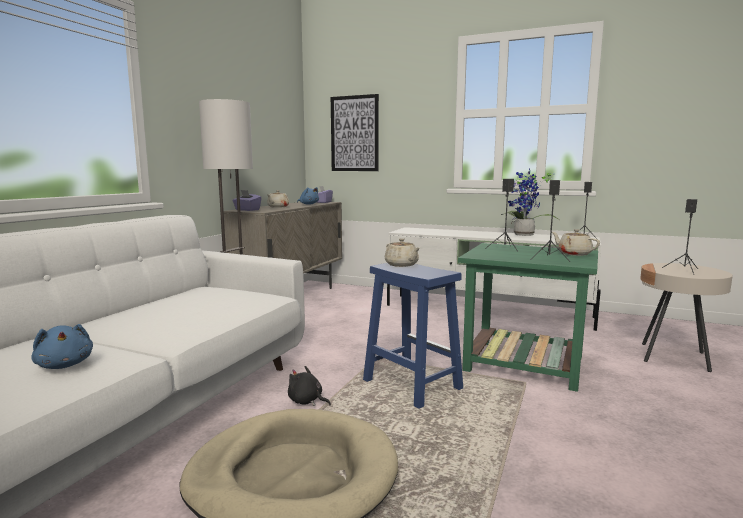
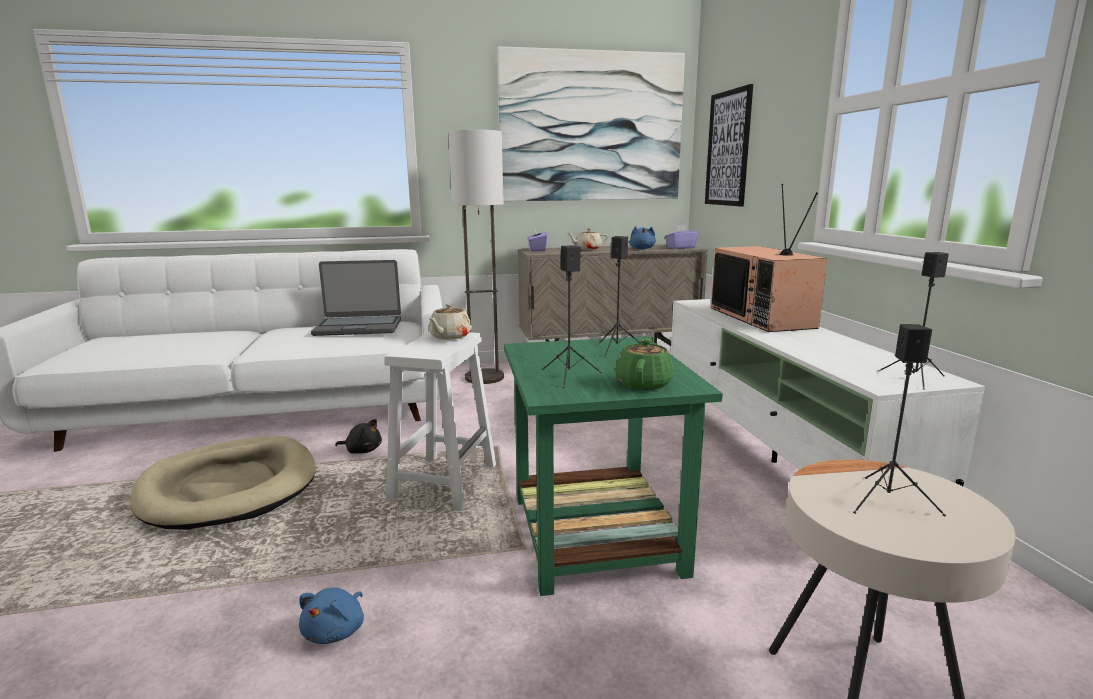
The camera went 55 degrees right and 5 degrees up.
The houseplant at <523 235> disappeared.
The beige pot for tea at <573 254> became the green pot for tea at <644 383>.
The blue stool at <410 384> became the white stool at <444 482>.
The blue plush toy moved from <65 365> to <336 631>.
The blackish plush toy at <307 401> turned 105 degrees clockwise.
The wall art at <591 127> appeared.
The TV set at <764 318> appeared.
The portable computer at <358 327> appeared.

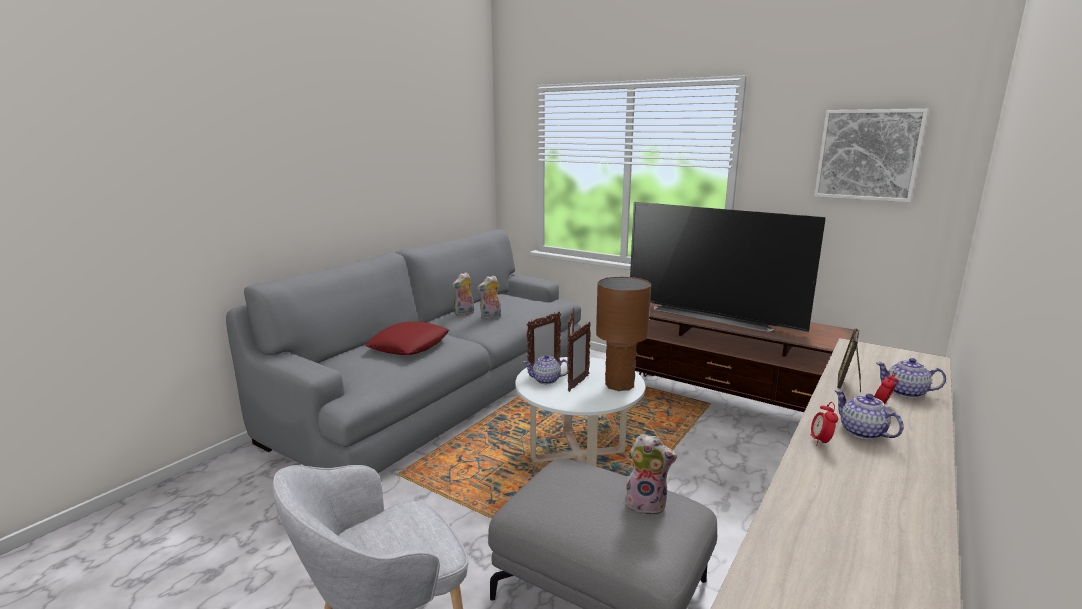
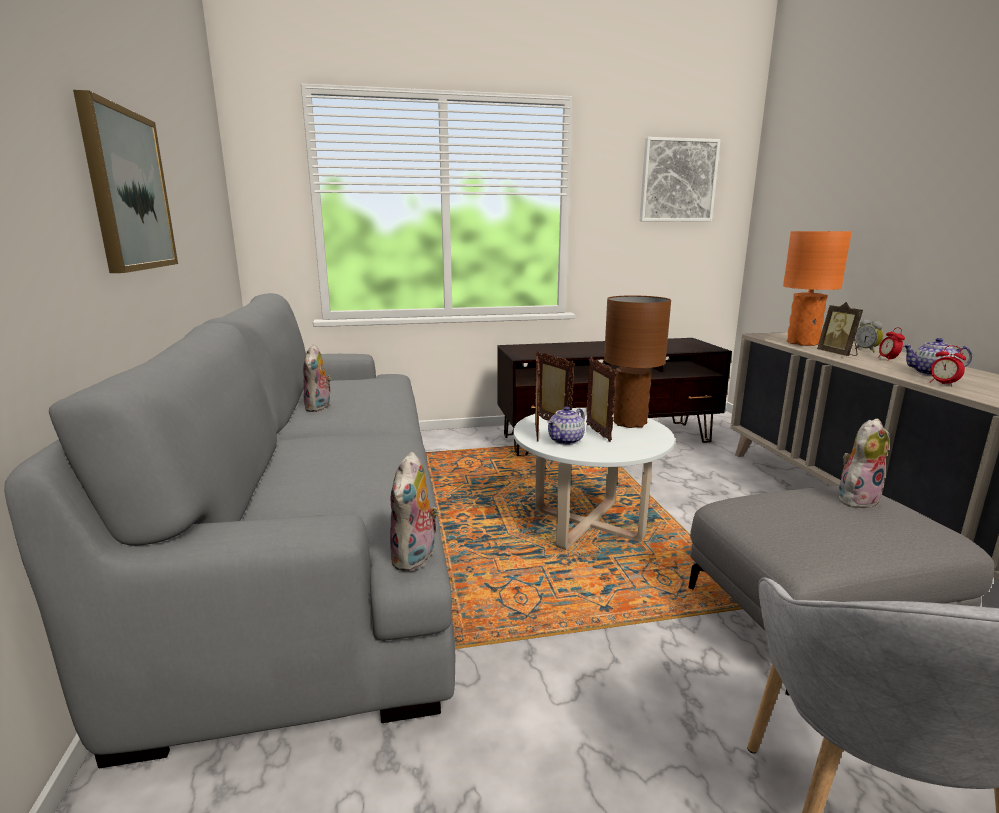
The camera went 45 degrees left and 0 degrees up.
The TV set at <713 316> disappeared.
The plush toy moved from <491 317> to <415 558>.
The reddish throw pillow at <409 345> disappeared.
The pot for tea at <906 392> was replaced by the alarm clock at <867 350>.
The wall art at <127 191> appeared.
The orangey tabletop lamp at <803 343> appeared.

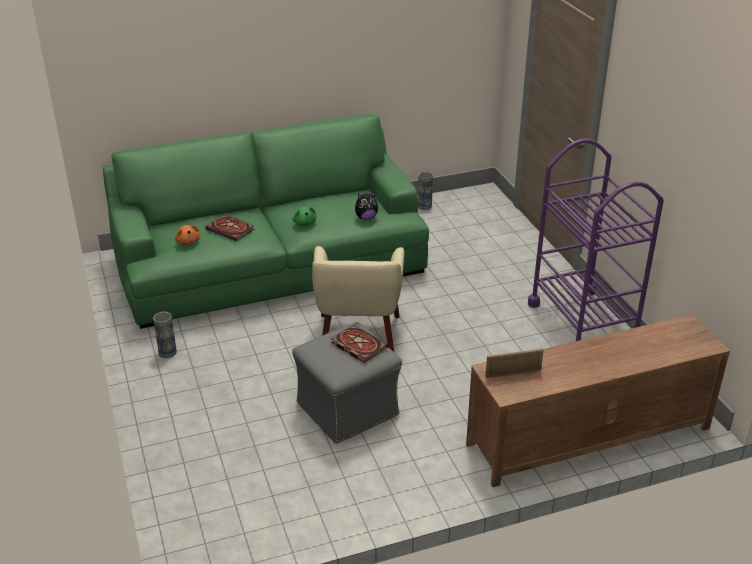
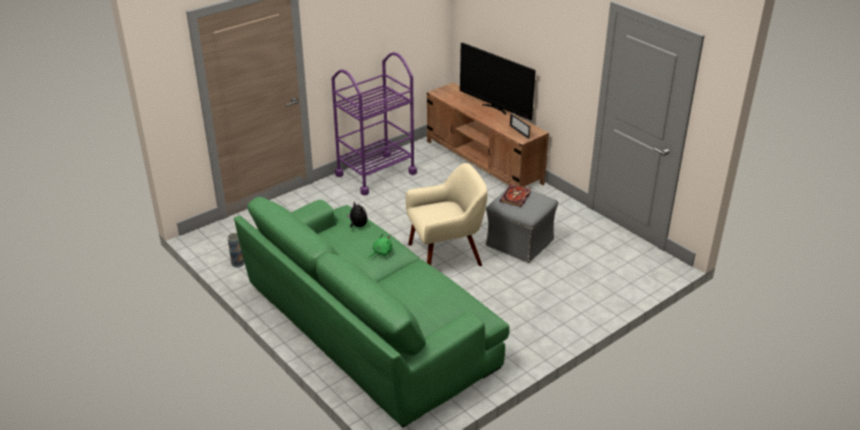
The camera went 110 degrees left and 0 degrees up.
The book at <231 229> disappeared.
The orangey plush toy at <188 242> disappeared.
The flower vase at <167 352> disappeared.
The TV set at <495 108> appeared.

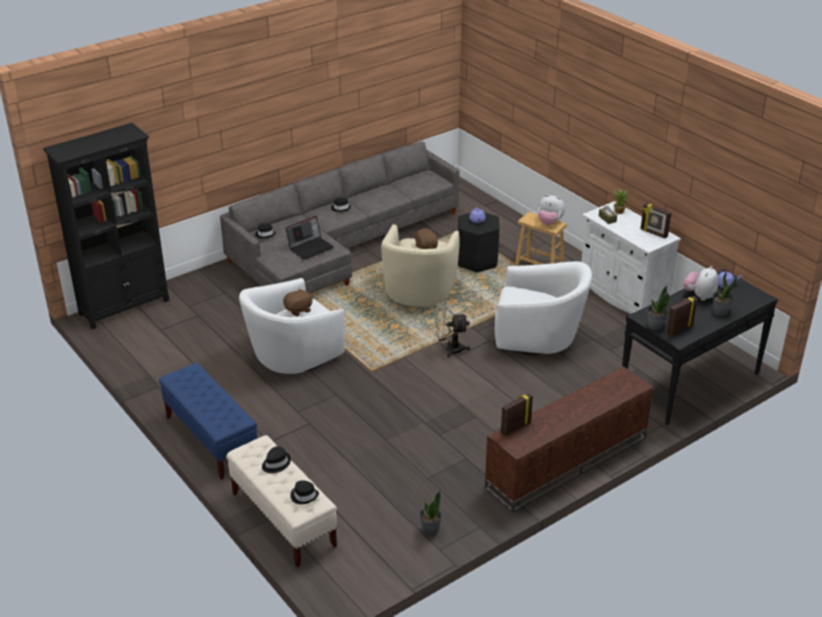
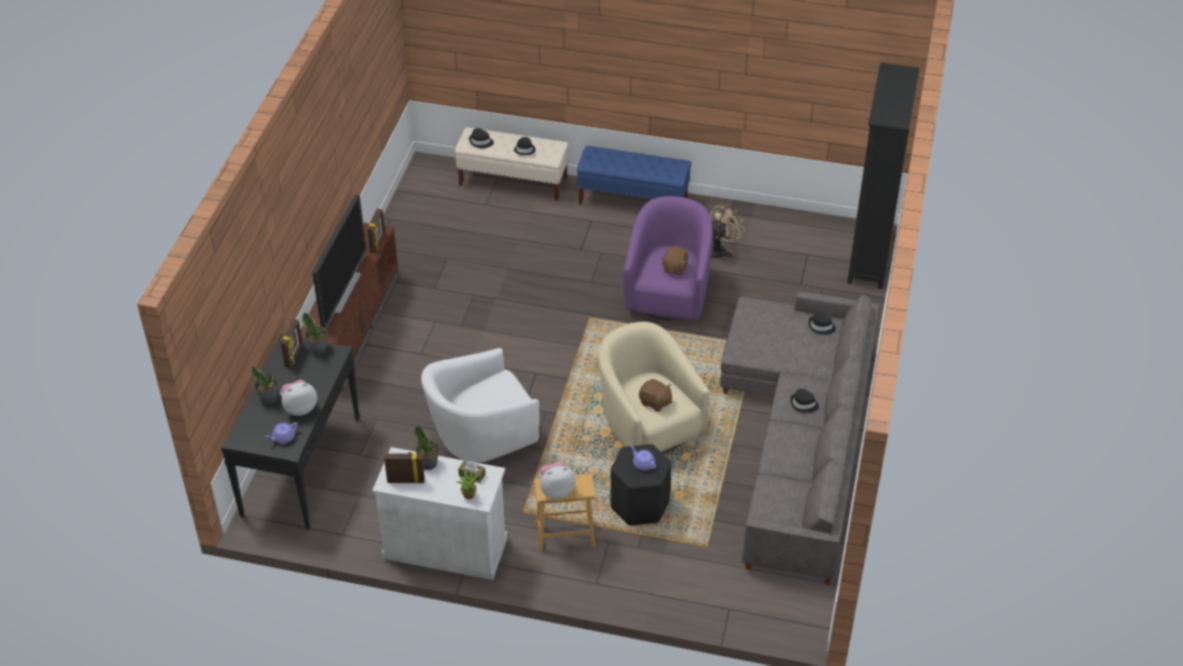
The camera went 140 degrees right and 10 degrees up.
The portable computer at <310 247> disappeared.
The plush toy at <699 296> turned 105 degrees counterclockwise.
The white lounge chair at <293 356> became the purplish lounge chair at <668 293>.
The beige electric fan moved from <449 349> to <720 250>.
The houseplant moved from <430 529> to <429 463>.
The TV set at <341 292> appeared.

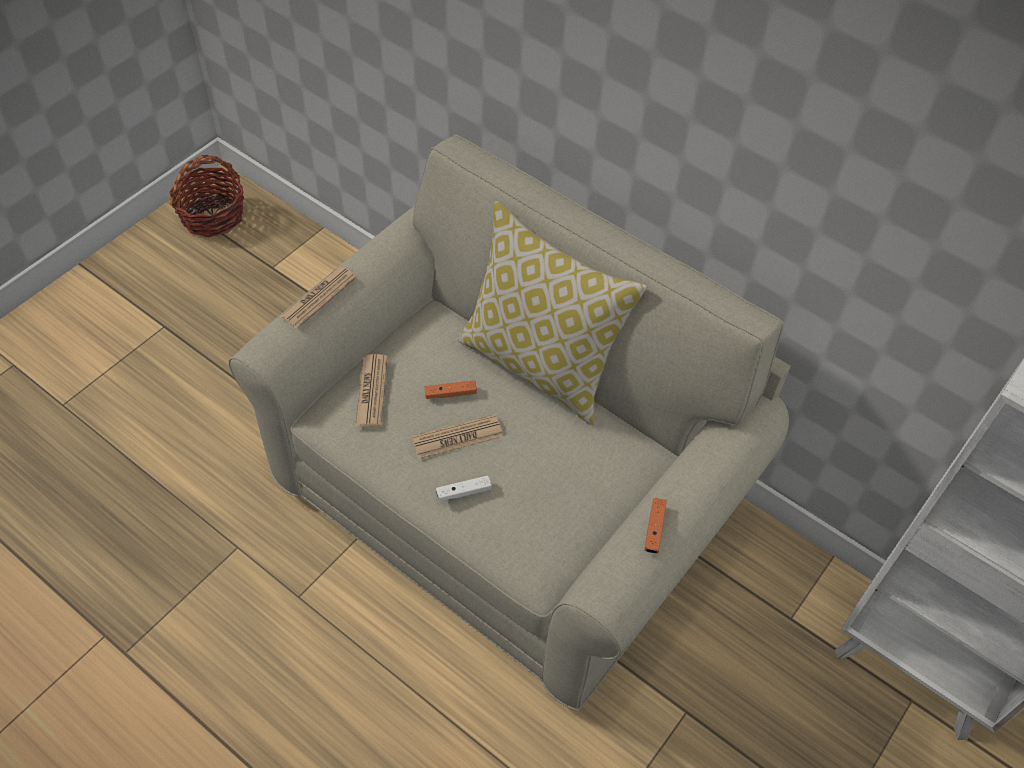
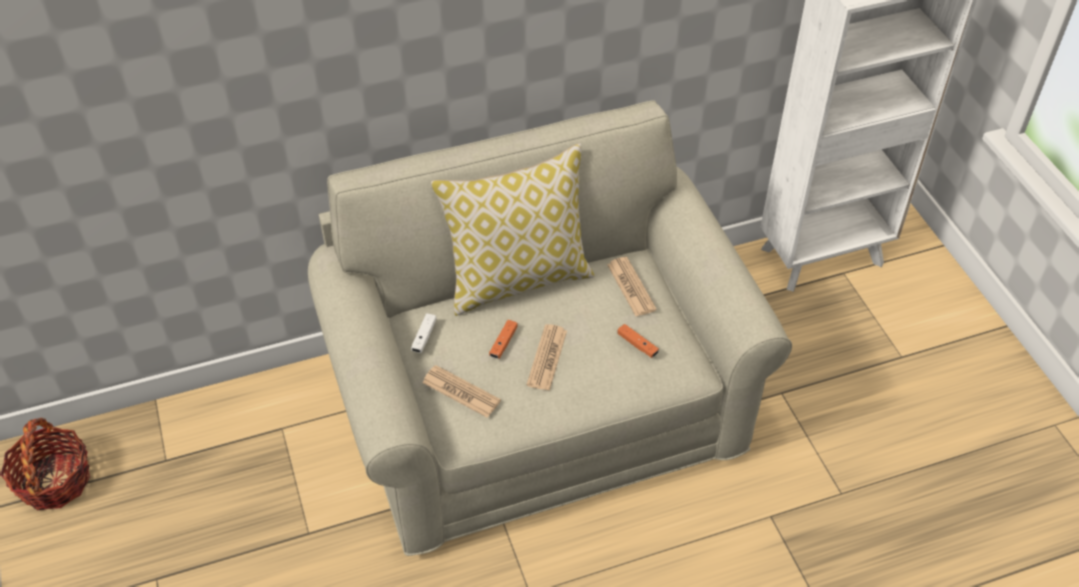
The camera went 55 degrees left and 5 degrees down.
The printed paper moved from <318 298> to <631 287>.
The white joypad moved from <463 492> to <424 337>.
The orangey joypad moved from <654 529> to <637 345>.

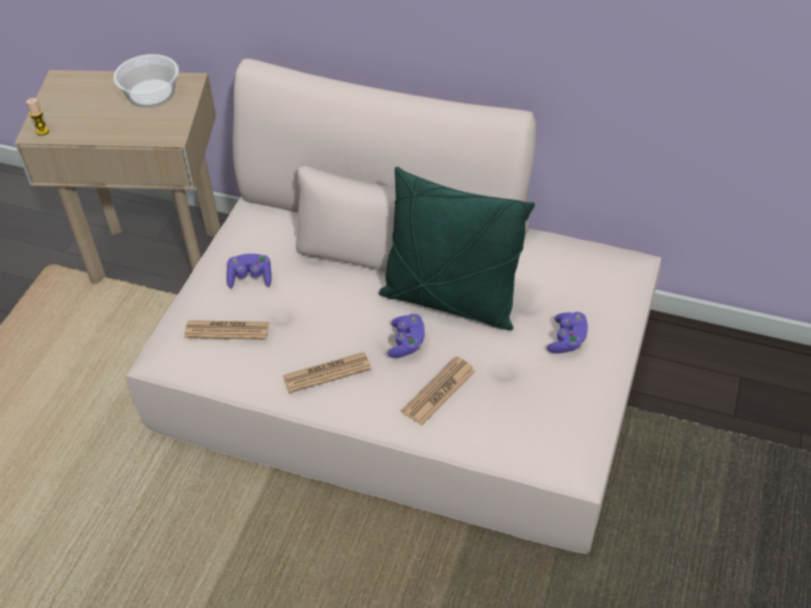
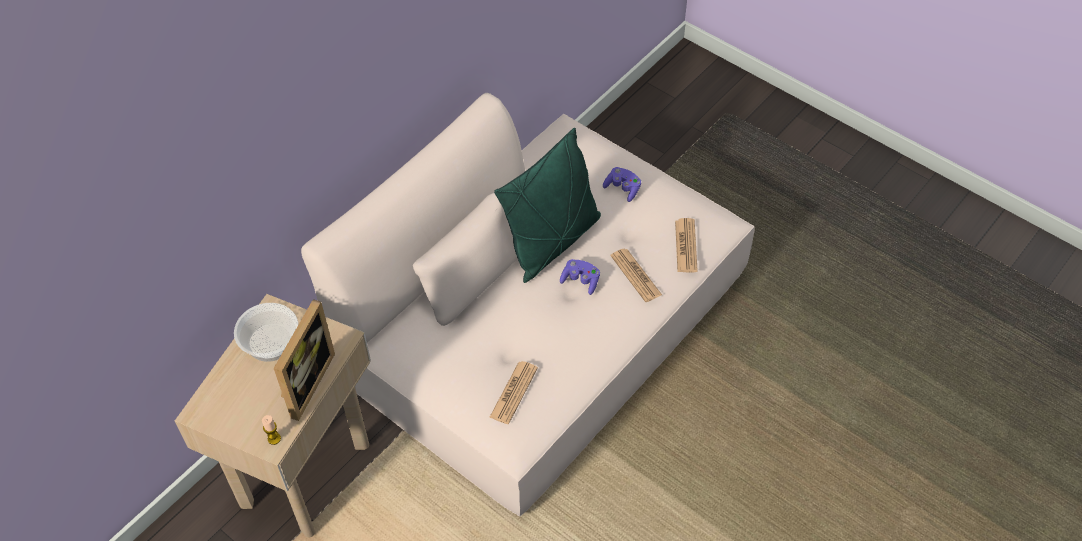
The camera went 70 degrees left and 5 degrees up.
The purplish joypad at <250 278> disappeared.
The printed paper moved from <327 373> to <686 246>.
The photo frame at <304 382> appeared.

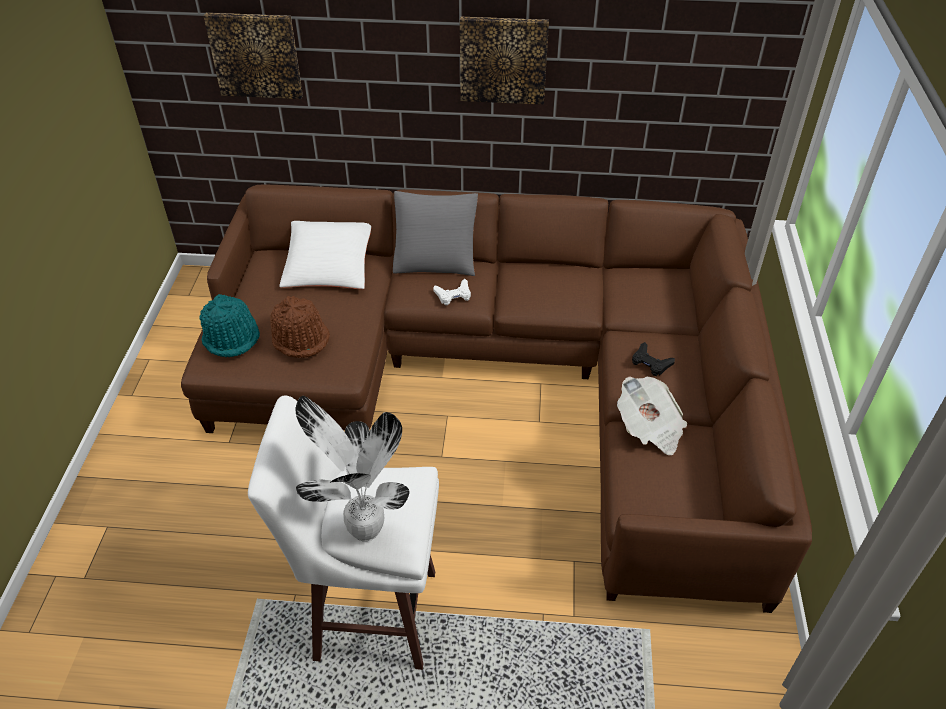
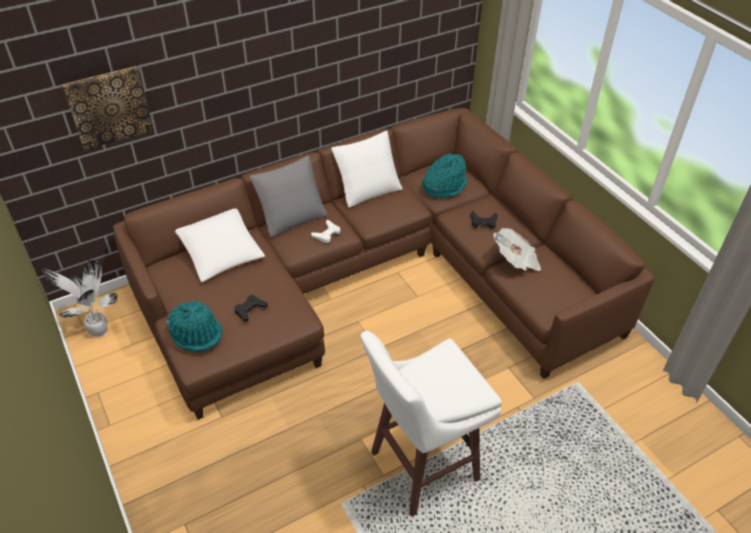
The camera went 35 degrees left and 0 degrees up.
The wall art at <503 59> disappeared.
The brownish clothing hat at <300 337> was replaced by the blackish joypad at <250 310>.
The houseplant moved from <363 528> to <97 331>.
The white throw pillow at <367 188> appeared.
The blue-green clothing hat at <444 186> appeared.

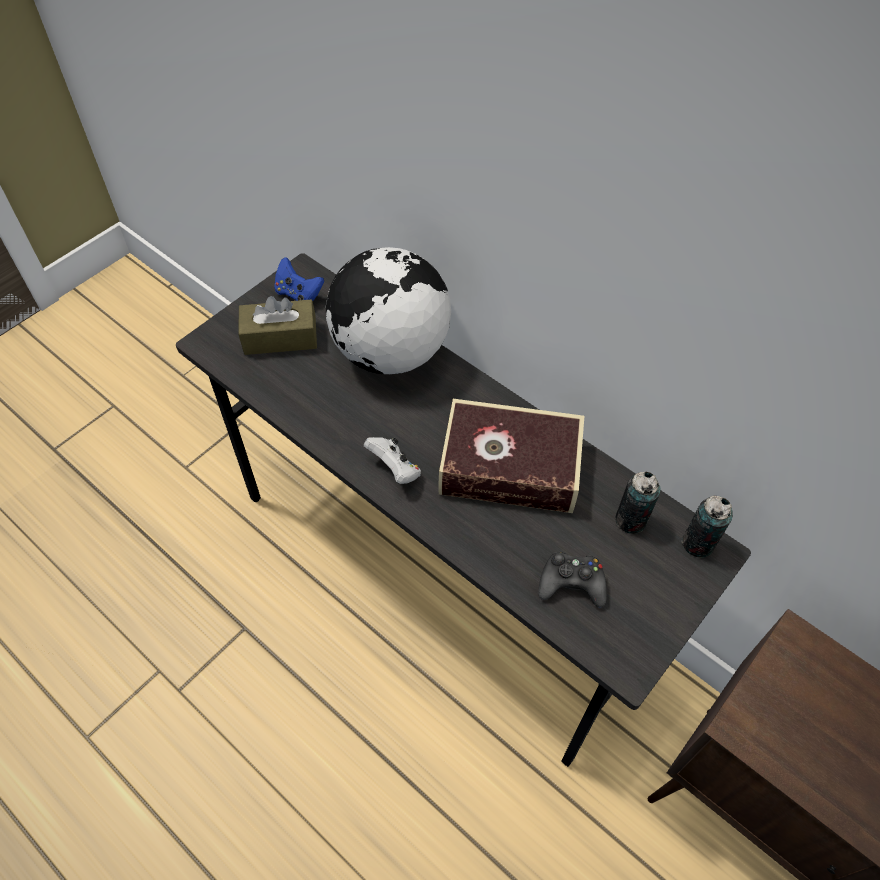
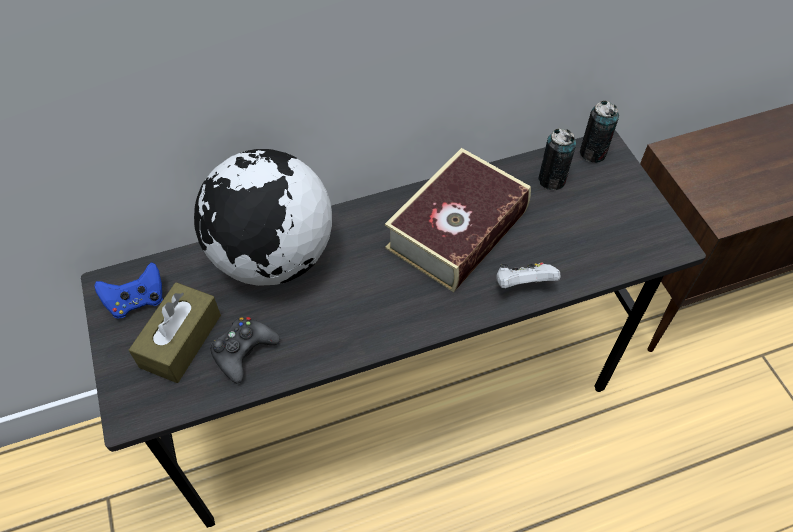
The camera went 60 degrees left and 0 degrees up.
The white joypad moved from <395 469> to <522 285>.
The blackish joypad moved from <571 583> to <243 351>.

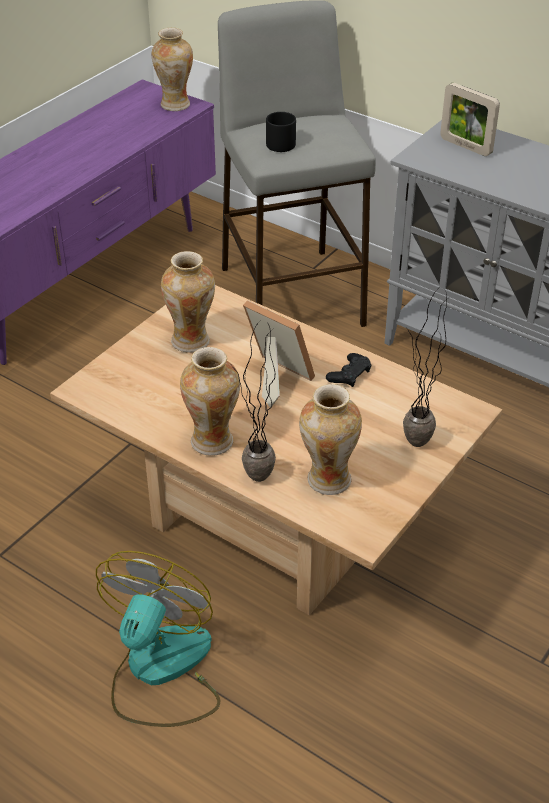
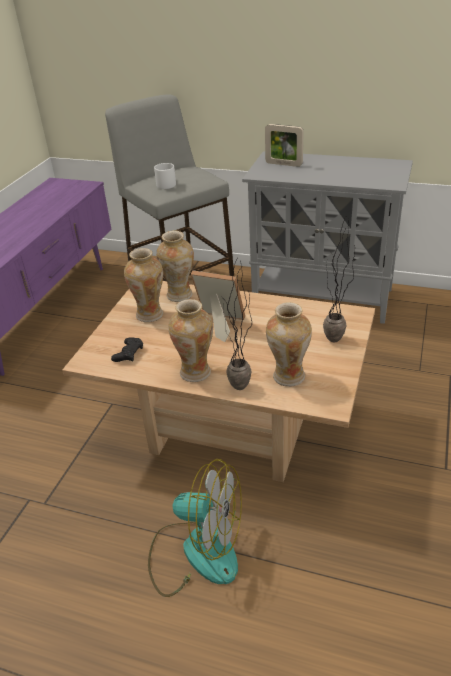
The camera went 15 degrees left and 5 degrees down.
The flower vase moved from <175 105> to <179 295>.
The blackish tea mug at <282 142> became the white tea mug at <166 183>.
The blackish joypad moved from <349 375> to <128 353>.
The electric fan at <160 671> turned 105 degrees clockwise.

